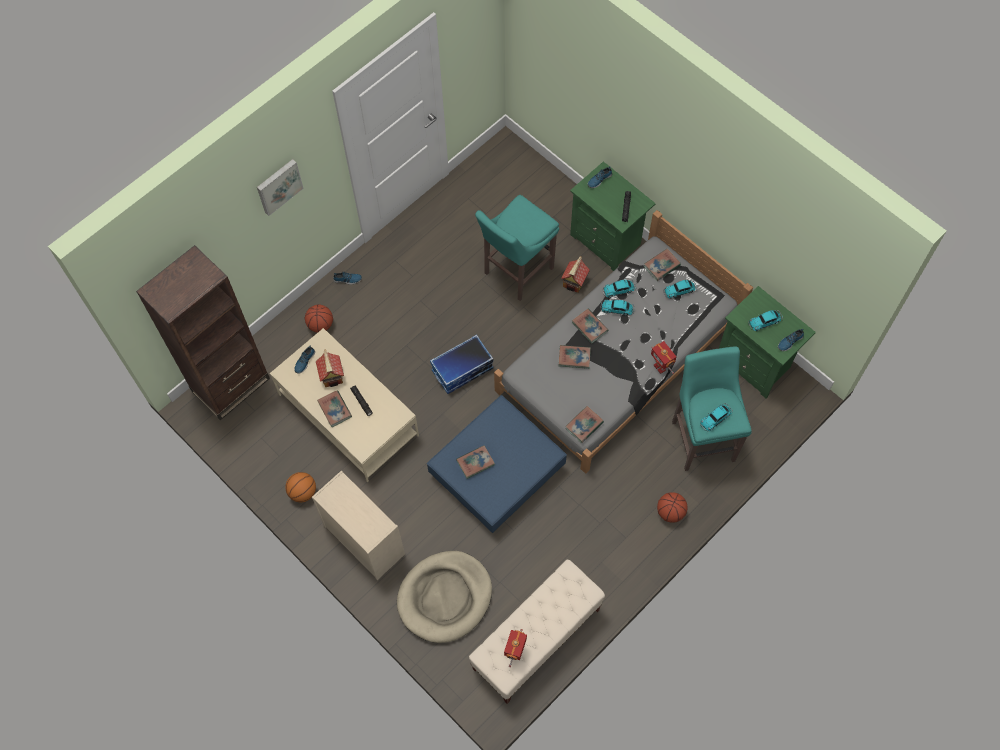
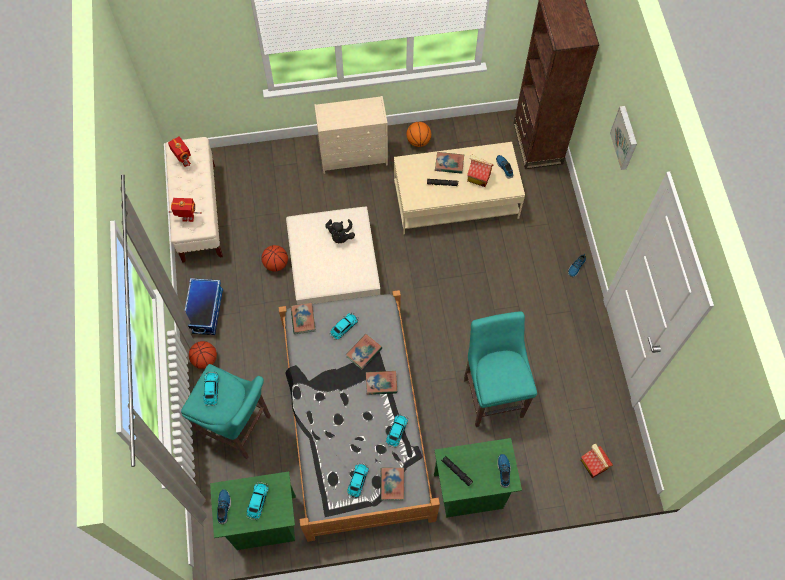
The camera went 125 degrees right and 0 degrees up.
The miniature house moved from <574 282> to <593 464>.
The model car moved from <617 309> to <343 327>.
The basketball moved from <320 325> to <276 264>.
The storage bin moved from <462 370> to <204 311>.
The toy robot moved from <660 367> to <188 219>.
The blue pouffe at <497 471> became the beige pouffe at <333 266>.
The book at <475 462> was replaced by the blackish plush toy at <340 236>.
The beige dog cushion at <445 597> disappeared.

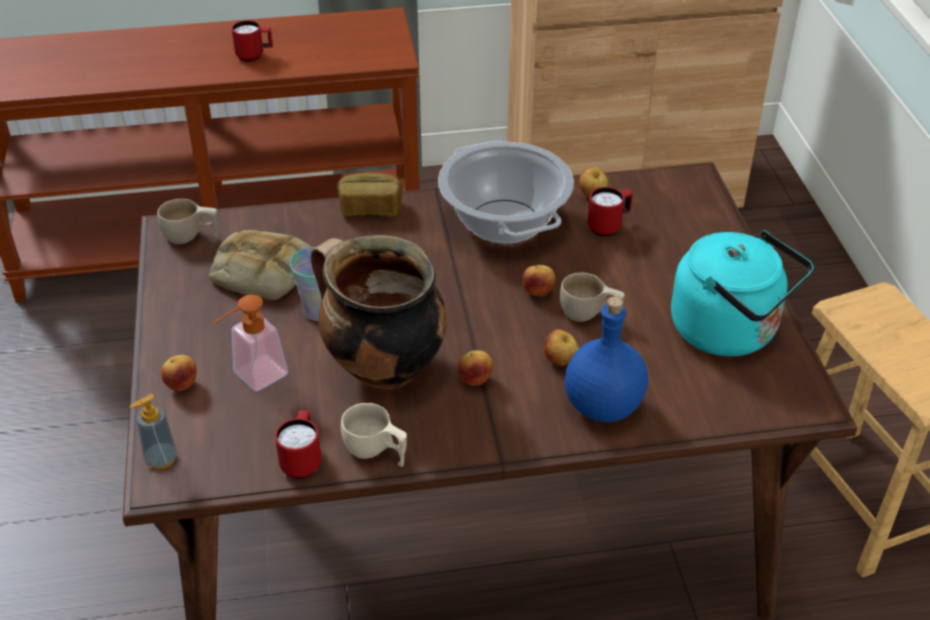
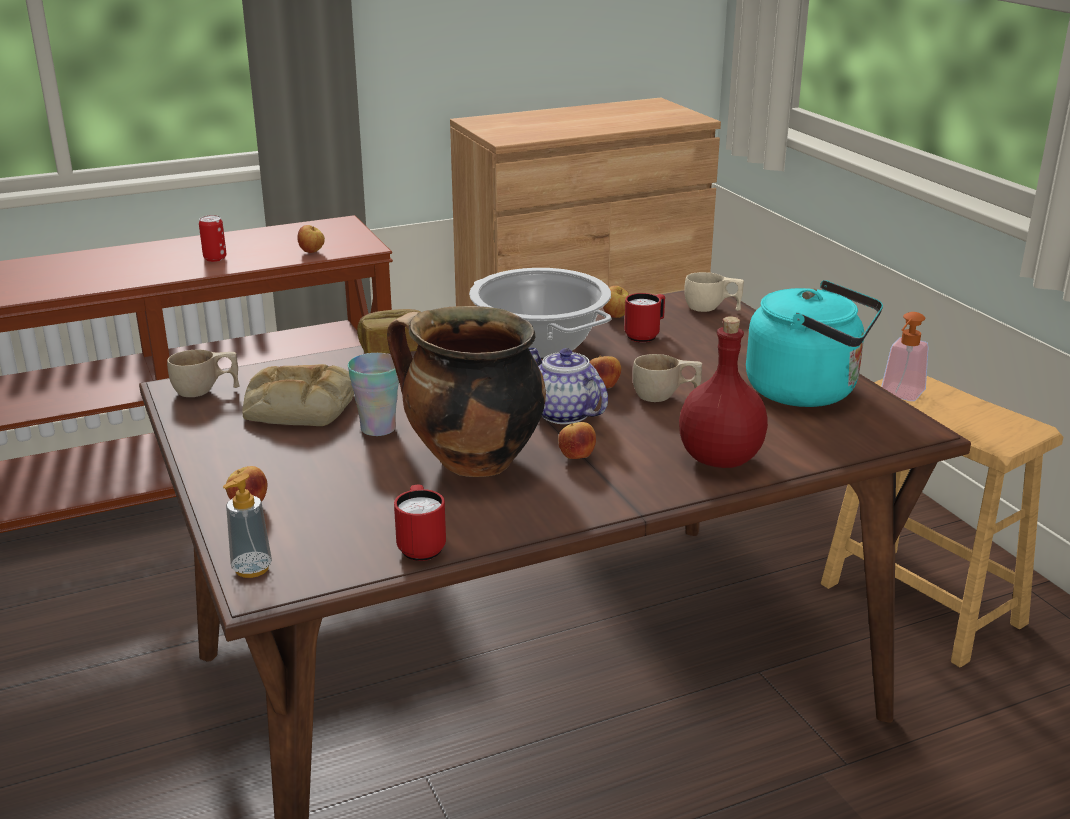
The camera went 15 degrees left and 15 degrees down.
The reddish tea mug at <254 56> was replaced by the metal can at <215 258>.
The soap dispenser moved from <253 378> to <899 396>.
The blue drink bottle at <604 406> became the reddish drink bottle at <721 458>.
The apple moved from <560 361> to <312 252>.
The beige drinking cup moved from <375 452> to <712 309>.
The pot for tea at <563 413> appeared.

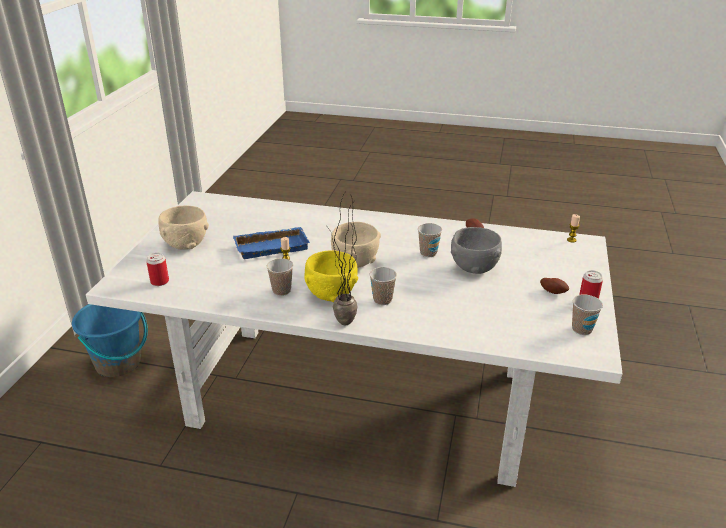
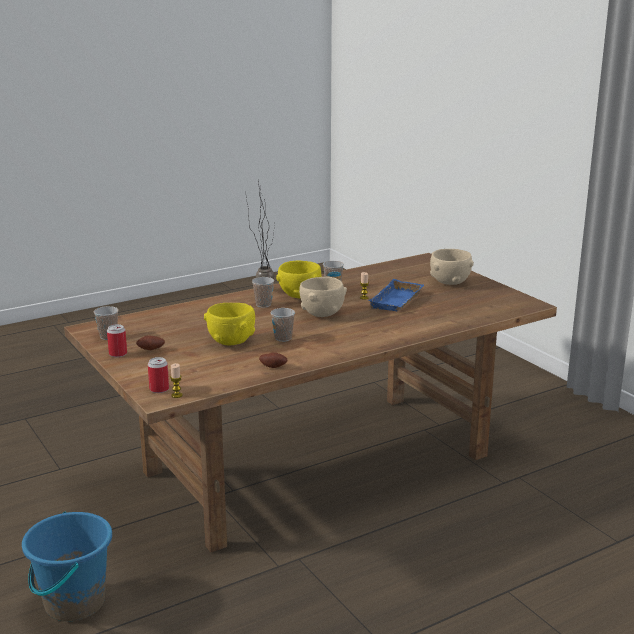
The camera went 135 degrees right and 10 degrees down.
The white dinner table at <364 398> became the brownish dinner table at <315 465>.
The greyish deep dish at <474 268> became the yellow deep dish at <231 342>.
The metal can moved from <159 282> to <159 389>.
The blue water bucket moved from <118 363> to <74 603>.

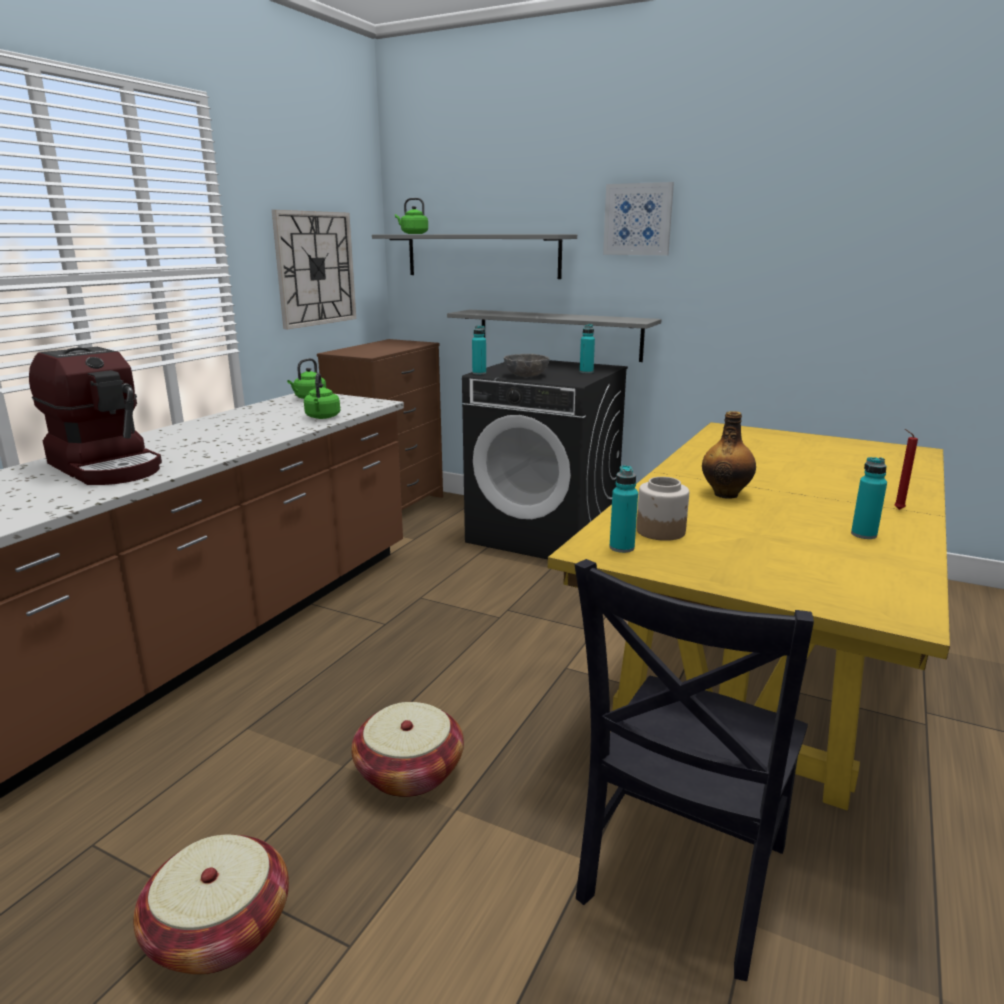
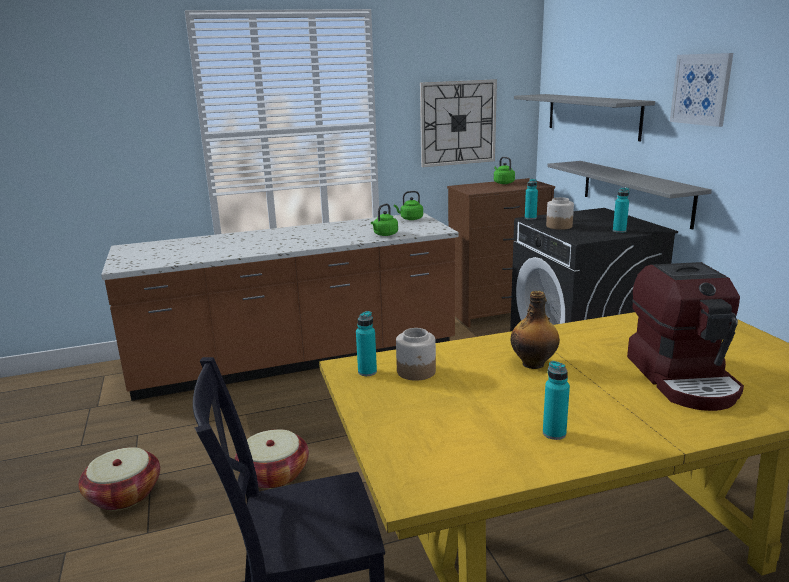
The camera went 45 degrees right and 0 degrees up.
The green water kettle moved from <413 234> to <503 183>.
The coffee machine moved from <108 467> to <683 378>.
The greyish deep dish at <526 376> was replaced by the storage jar at <558 226>.
The reddish candle at <897 509> disappeared.

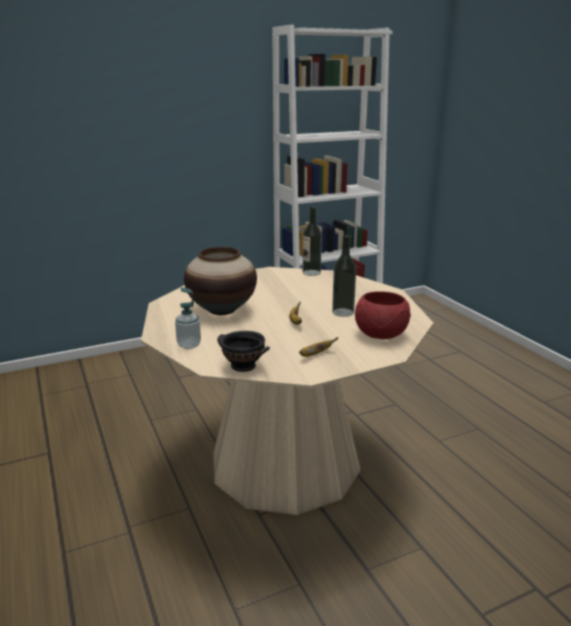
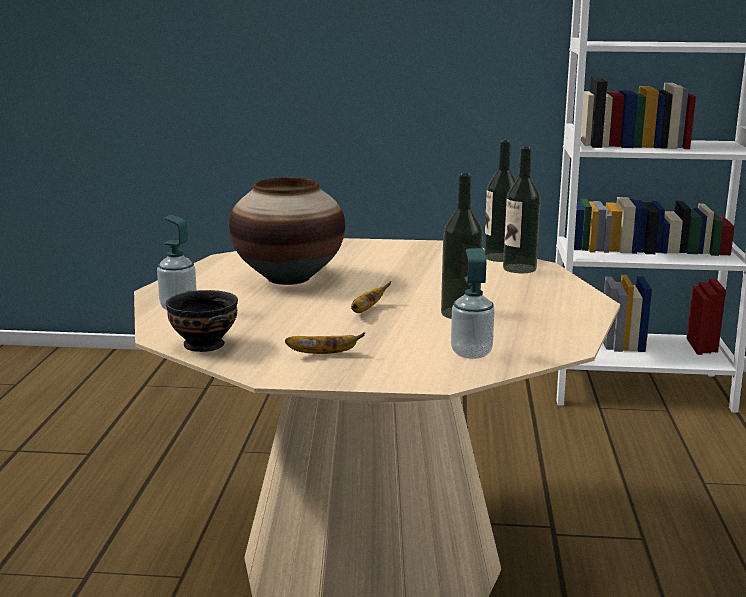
The camera went 30 degrees right and 5 degrees down.
The reddish deep dish at <381 335> was replaced by the soap dispenser at <471 353>.
The drink bottle at <519 268> appeared.

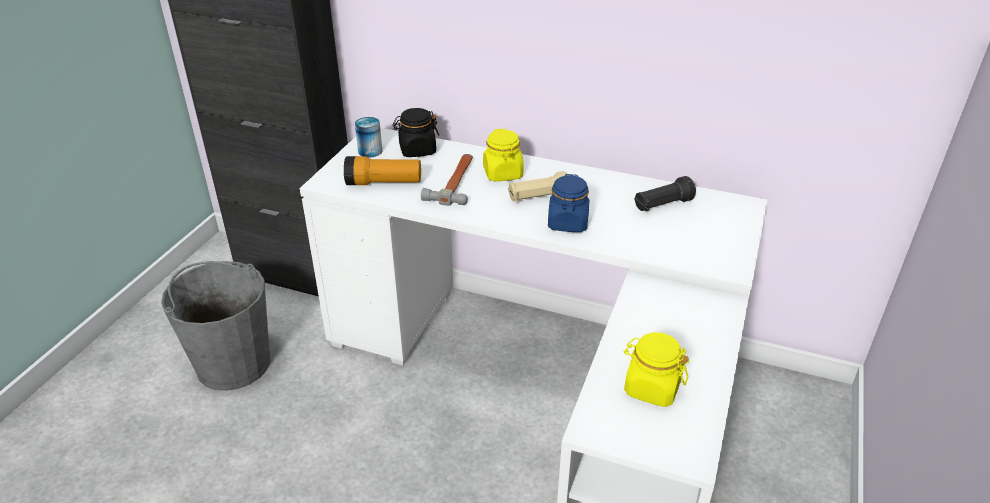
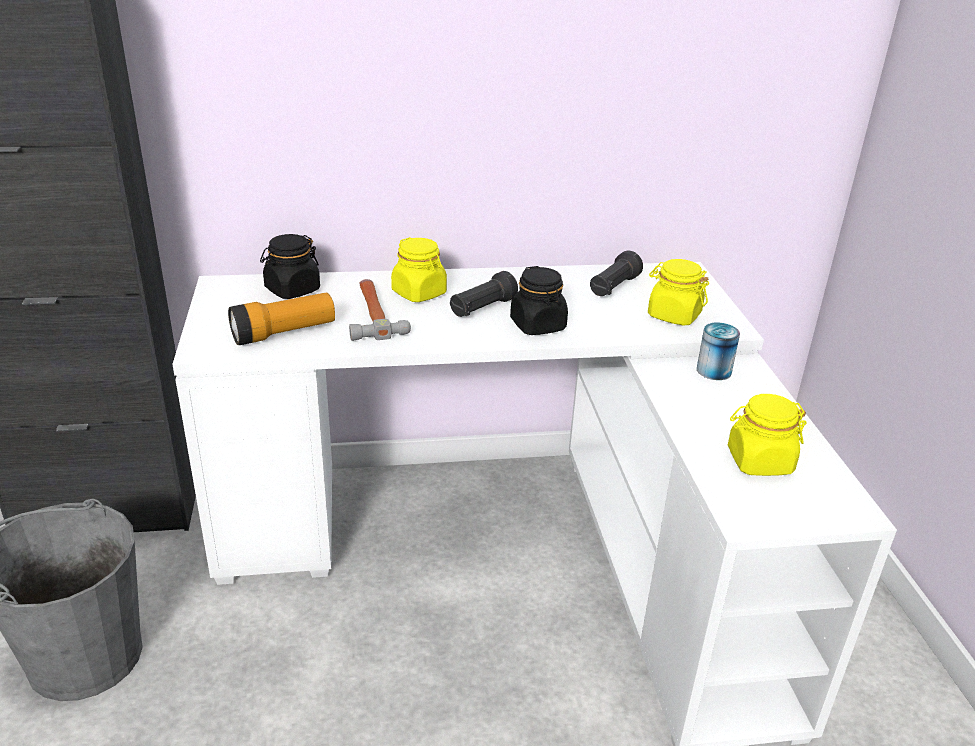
The camera went 30 degrees left and 5 degrees down.
The metal can moved from <370 151> to <714 371>.
The beige hand torch at <538 198> became the blackish hand torch at <482 309>.
The blue storage jar at <568 223> became the blackish storage jar at <538 325>.
The yellow storage jar at <673 315> appeared.

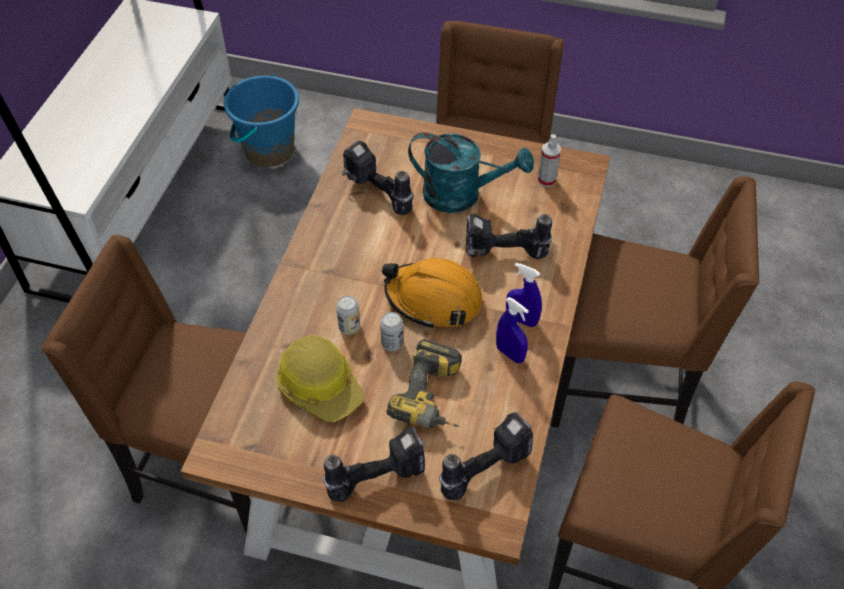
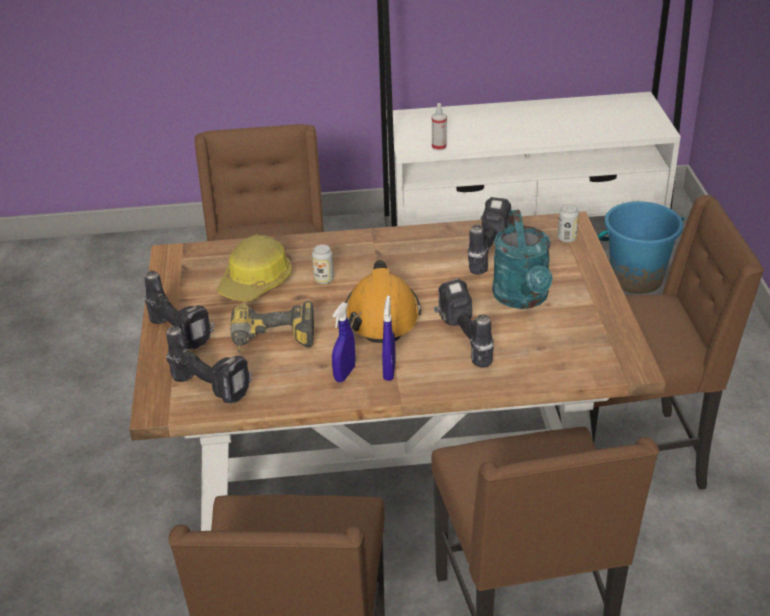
The camera went 70 degrees right and 15 degrees down.
The sprayer moved from <547 180> to <439 147>.
The metal can moved from <392 343> to <567 238>.

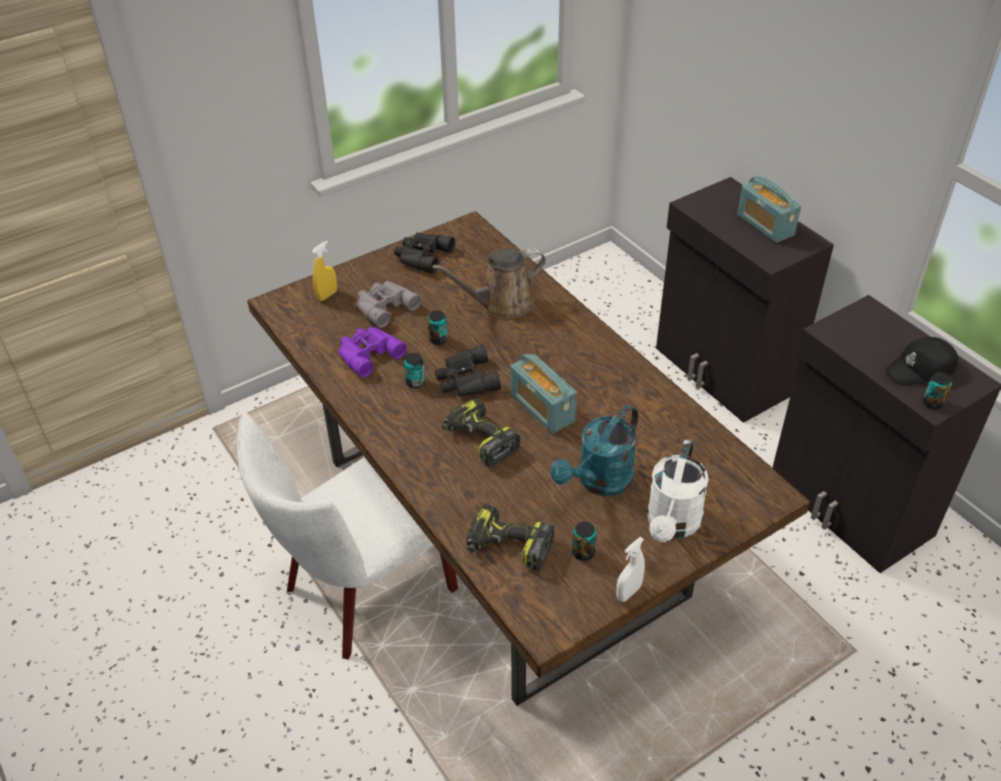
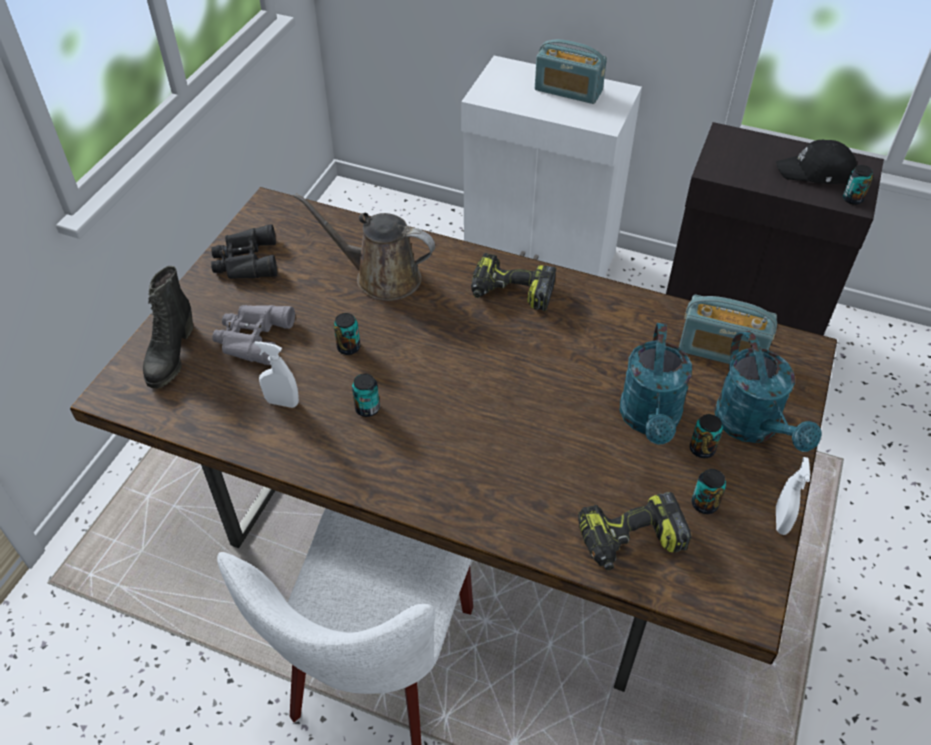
The camera went 35 degrees left and 5 degrees up.
The blackish storage cabinet at <723 372> became the white storage cabinet at <540 259>.
The yellow sprayer at <327 295> was replaced by the blackish high-top boot at <171 356>.
The brownish watering pot at <501 304> turned 75 degrees clockwise.
The purplish field glasses at <367 353> was replaced by the white sprayer at <282 402>.
The blackish cap at <921 369> turned 60 degrees clockwise.
The blackish field glasses at <465 380> disappeared.
The radio moved from <542 408> to <721 350>.
The drill moved from <479 440> to <510 293>.
The white watering pot at <672 525> became the blue-green watering pot at <753 427>.
The metal can at <702 449> appeared.

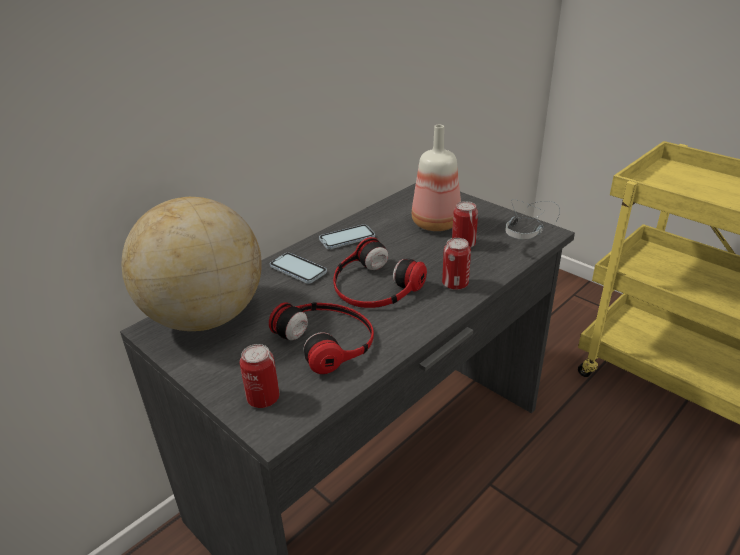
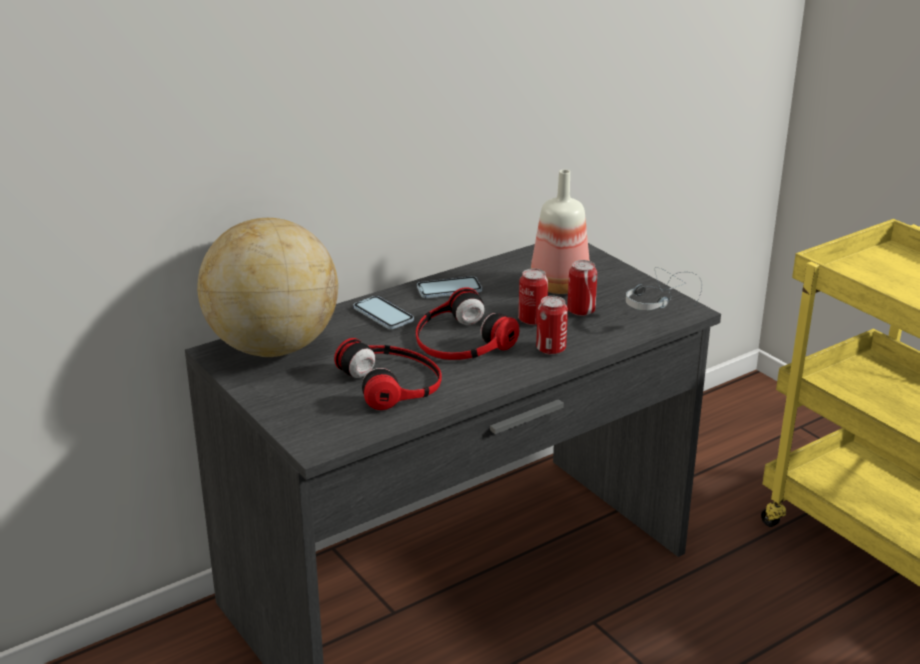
The camera went 10 degrees right and 5 degrees down.
The metal can moved from <263 398> to <532 320>.

